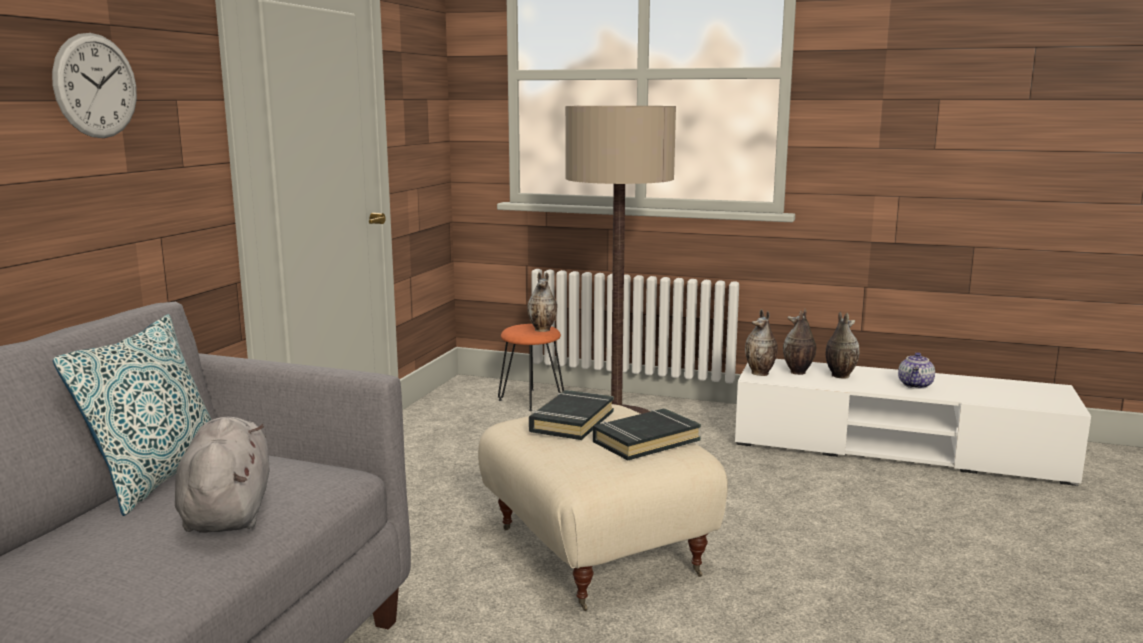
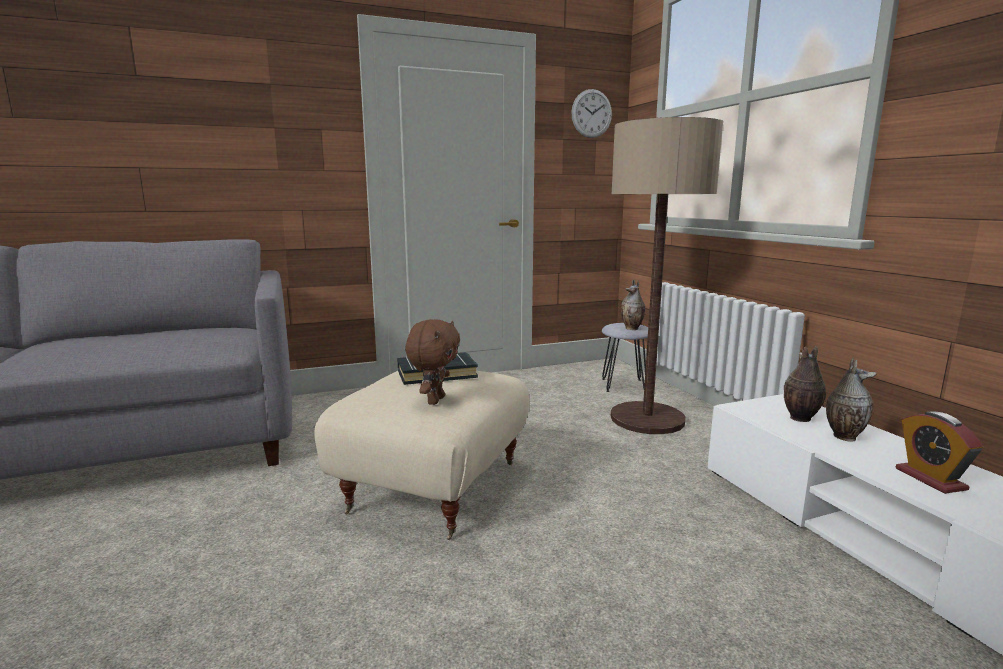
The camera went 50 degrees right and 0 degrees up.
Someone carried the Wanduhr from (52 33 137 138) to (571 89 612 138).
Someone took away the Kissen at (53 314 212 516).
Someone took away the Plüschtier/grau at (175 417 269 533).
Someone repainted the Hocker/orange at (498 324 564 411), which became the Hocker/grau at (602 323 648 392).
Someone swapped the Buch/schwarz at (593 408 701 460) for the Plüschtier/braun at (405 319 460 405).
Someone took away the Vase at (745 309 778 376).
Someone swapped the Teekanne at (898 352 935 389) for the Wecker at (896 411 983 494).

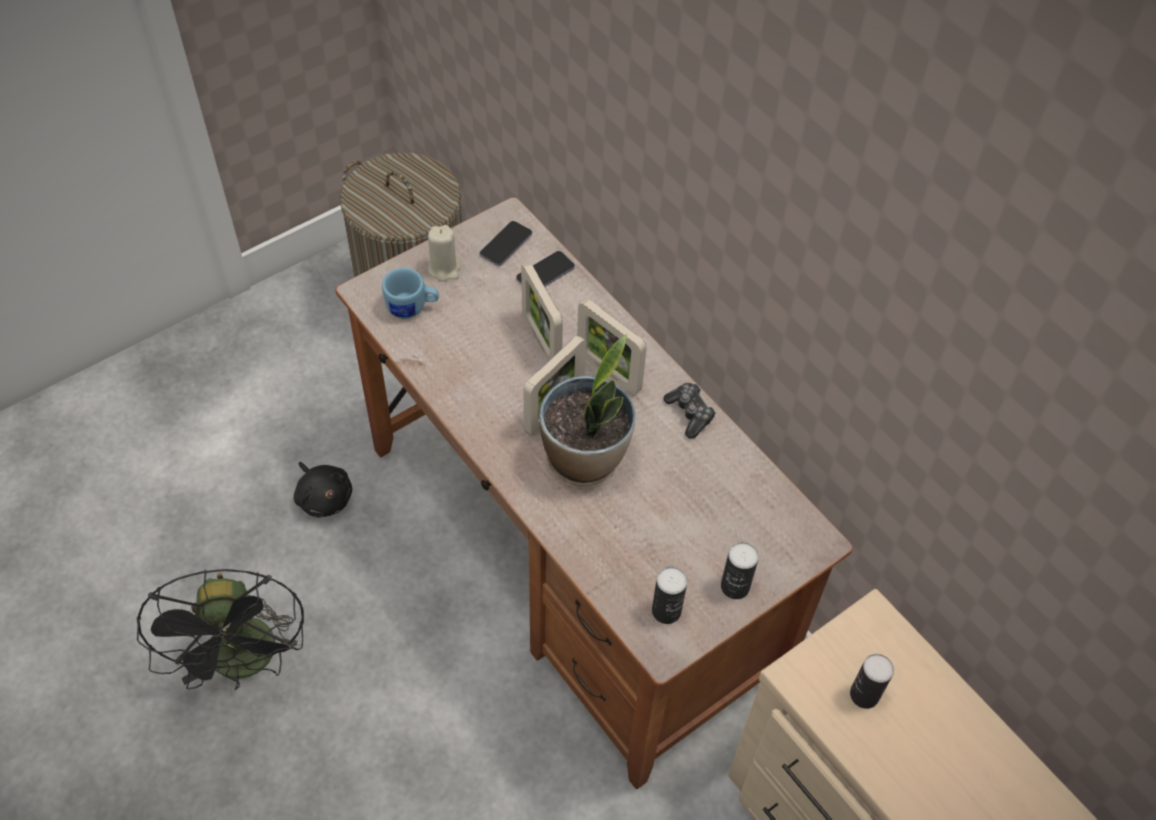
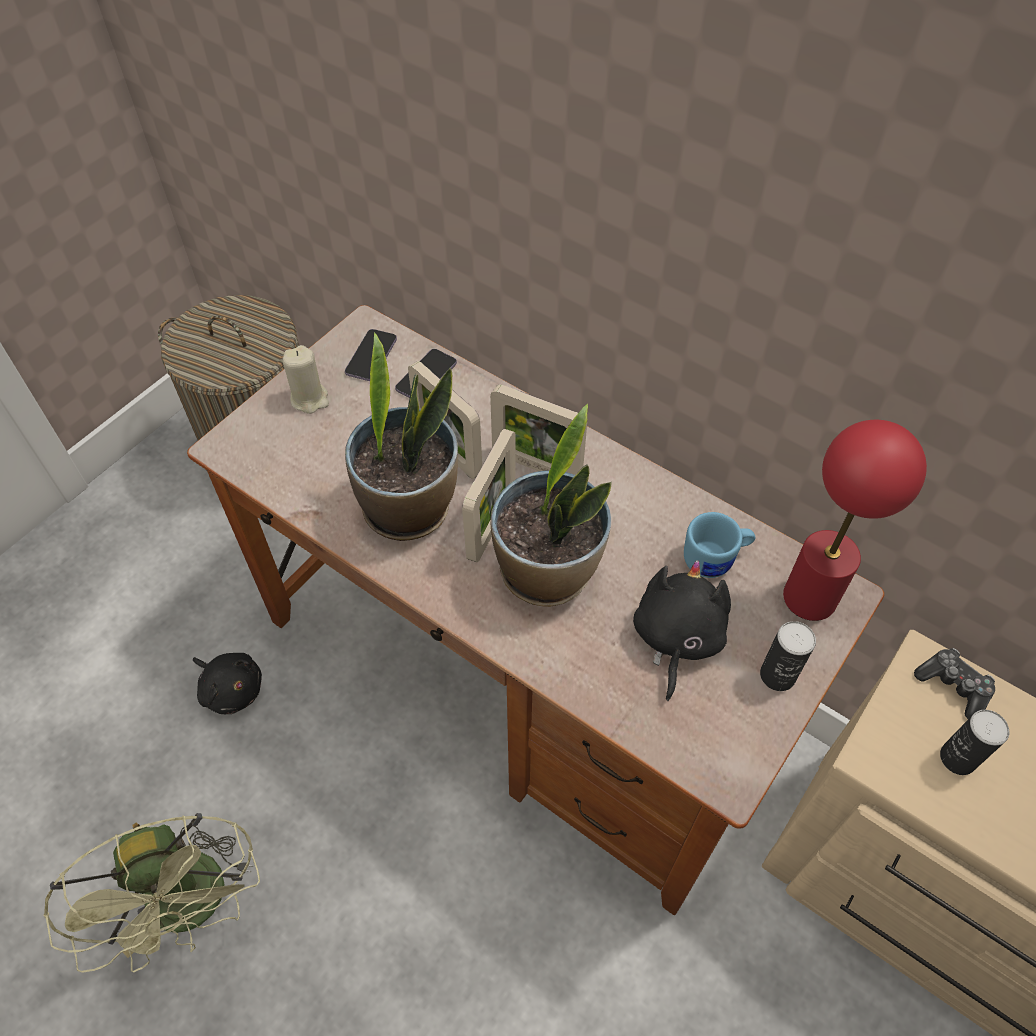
The camera went 15 degrees left and 0 degrees up.
Someone repainted the Ventilator/schwarz at (136 569 304 690), which became the Ventilator/grün at (43 813 260 973).
Someone carried the Henkelbecher/blau from (382 268 439 319) to (684 512 755 578).
Someone took away the Dose at (652 567 687 624).
Someone carried the Gamepad from (663 383 716 439) to (914 648 995 719).
Someone put down the Topfpflanze at (345 332 458 541).
Someone put down the Plüschtier/schwarz at (633 560 731 701).
Someone put down the Tischlampe/rot at (783 420 927 621).

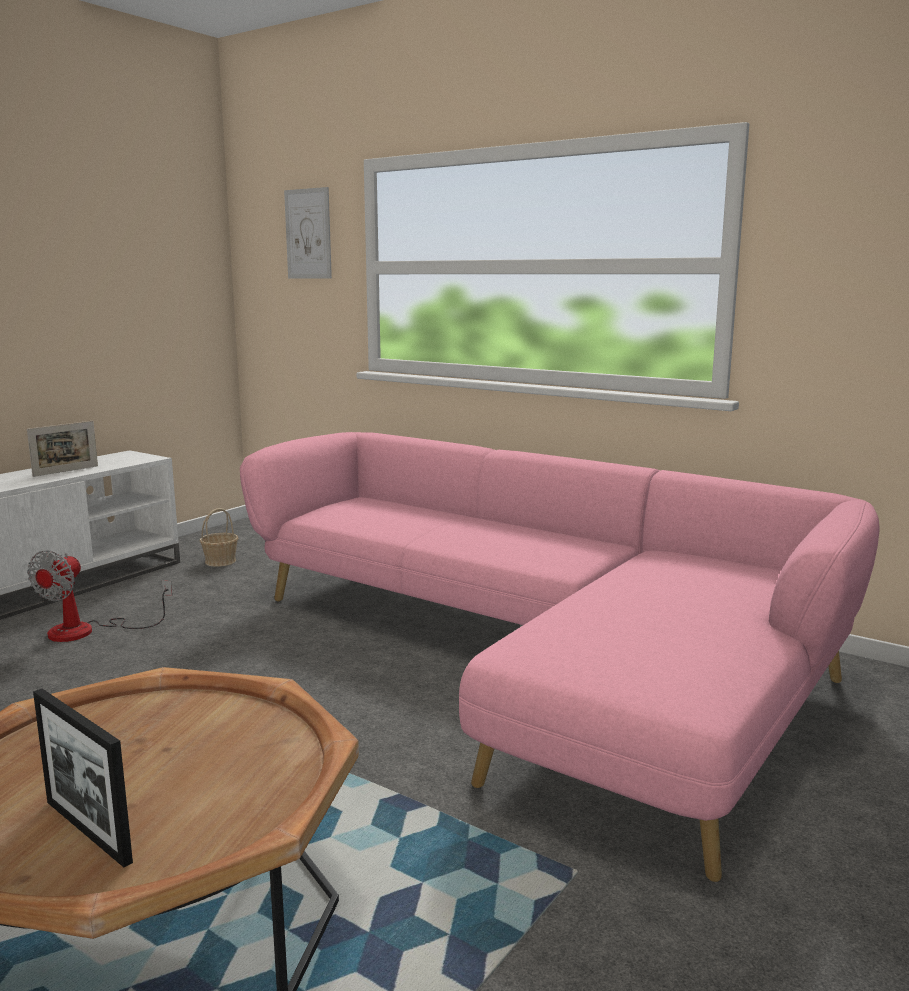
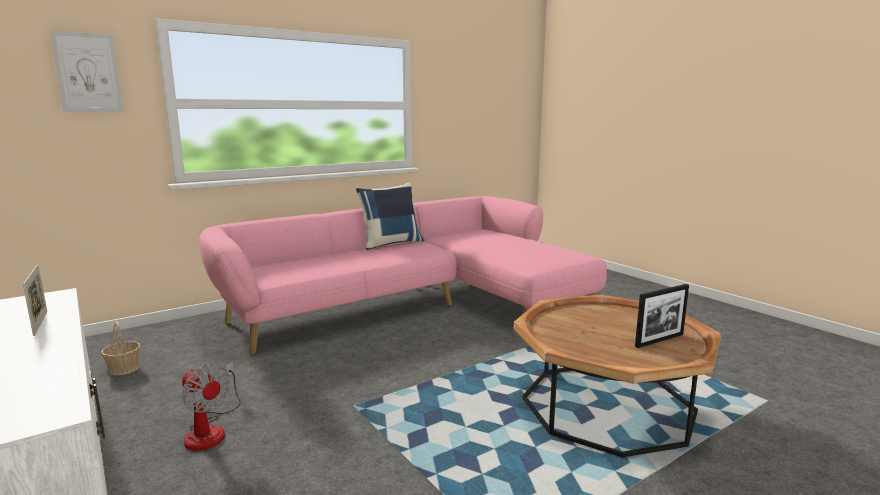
The camera went 70 degrees left and 0 degrees up.
Someone put down the Kissen/blau at (356 183 424 250).

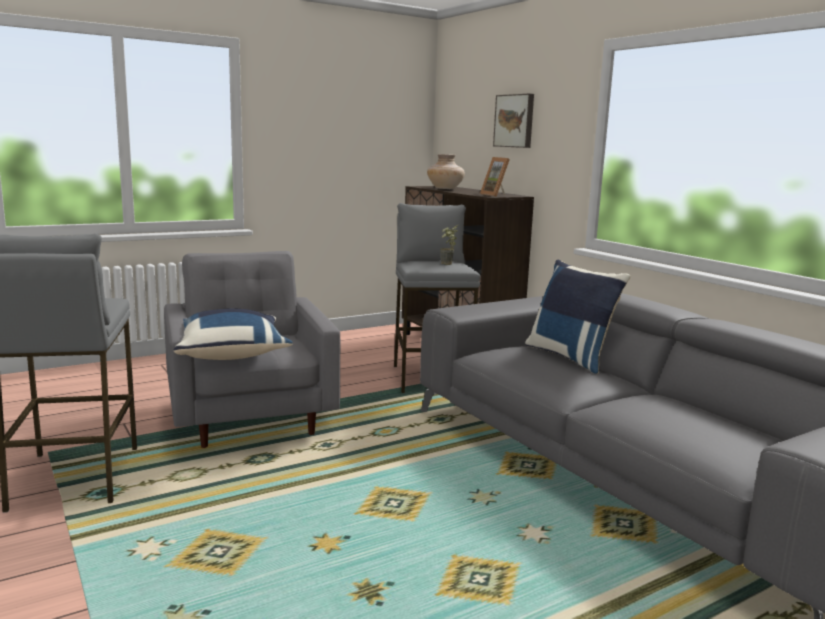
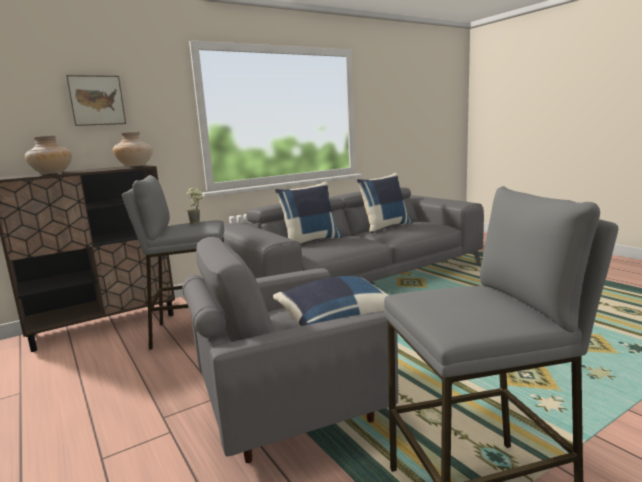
The camera went 90 degrees left and 0 degrees up.
Someone swapped the Bilderrahmen at (480 157 510 197) for the Vase/beige at (113 132 153 167).
Someone put down the Kissen/blau at (357 173 412 233).

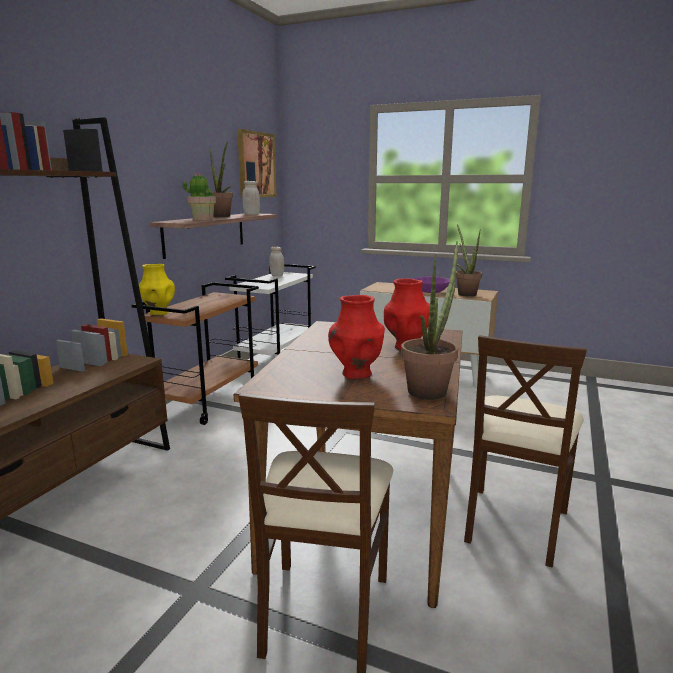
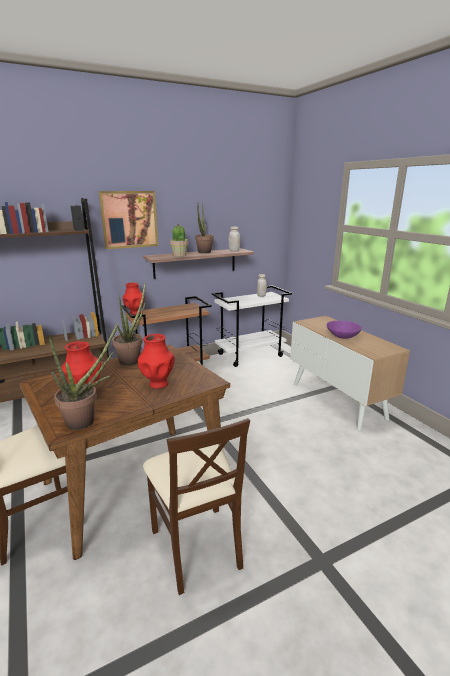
The camera went 40 degrees right and 5 degrees up.
Someone repainted the Vase/gelb at (139 264 175 316), which became the Vase/rot at (123 282 145 315).
Someone carried the Bild from (237 129 277 198) to (99 191 158 249).
Someone carried the Topfpflanze from (455 225 482 297) to (112 281 146 366).
Someone rotated the Stuhl/beige at (464 335 587 568) by 90 degrees counterclockwise.

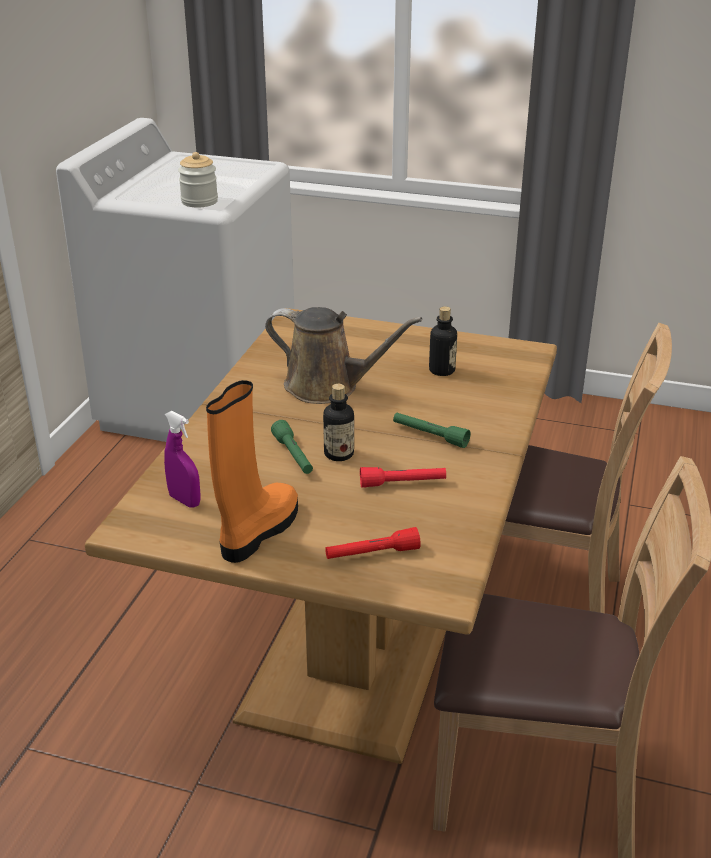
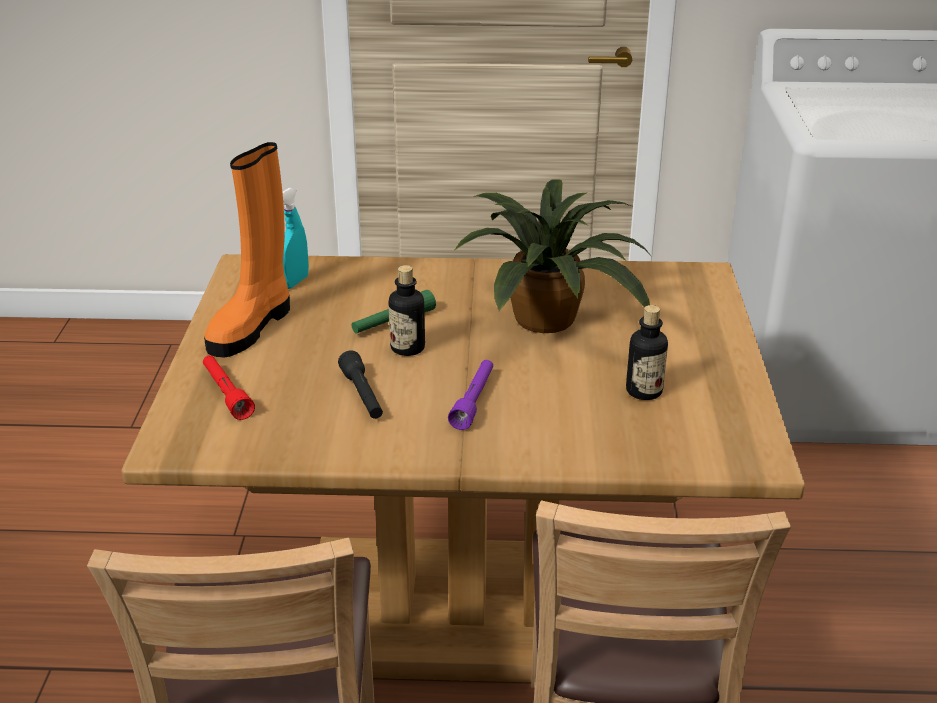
The camera went 75 degrees right and 0 degrees up.
Someone repainted the Sprühflasche/lila at (164 411 201 508), which became the Sprühflasche/türkis at (283 188 309 289).
Someone took away the Vorratsglas at (178 152 218 207).
Someone rotated the Stiefel/orange at (206 380 298 563) by 105 degrees clockwise.
Someone swapped the Gießkanne/braun at (265 307 422 404) for the Topfpflanze at (455 180 653 333).
Someone repainted the Taschenlampe/rot at (360 467 446 488), which became the Taschenlampe/schwarz at (338 350 383 419).
Someone repainted the Taschenlampe/grün at (393 413 471 448), which became the Taschenlampe/lila at (448 360 493 430).

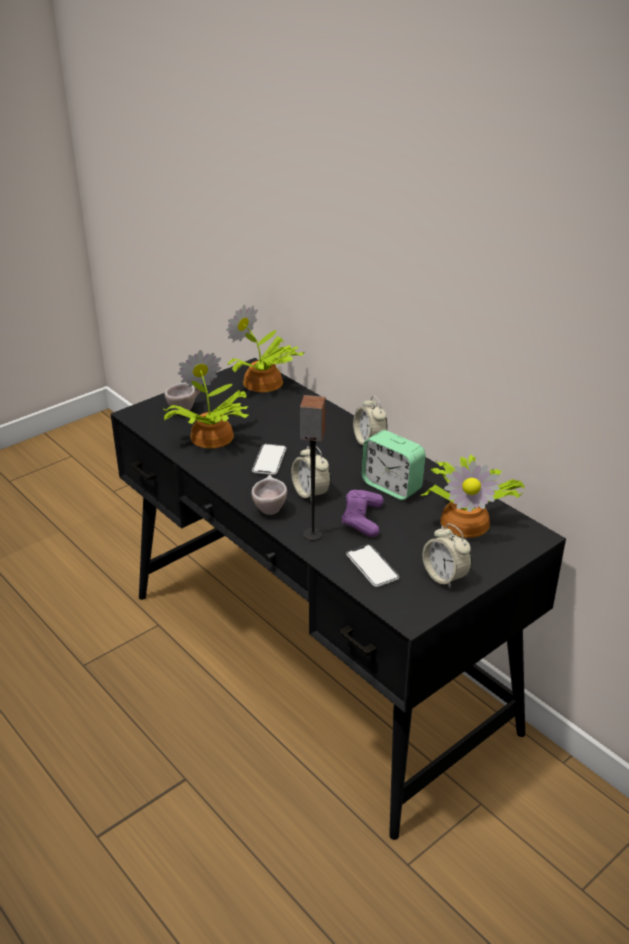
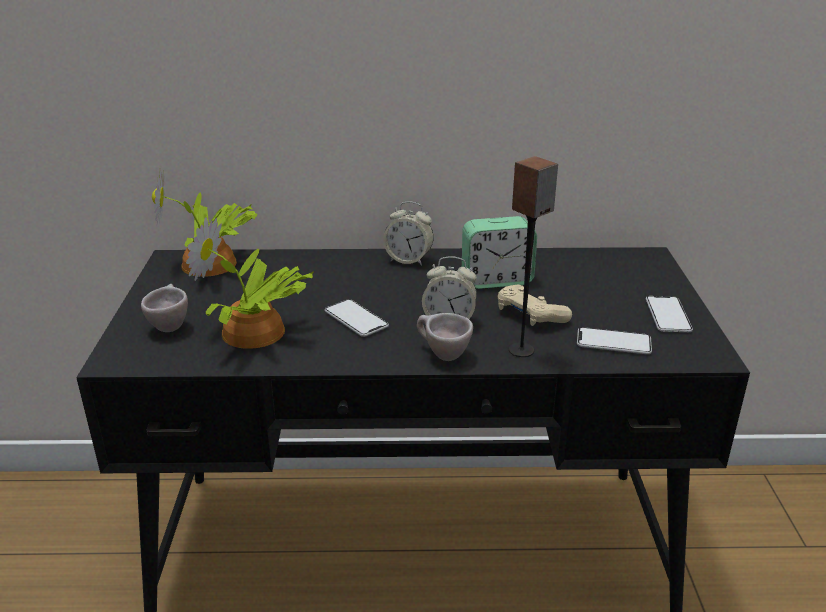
The camera went 50 degrees left and 5 degrees down.
Someone repainted the Gamepad/lila at (342 490 384 537), which became the Gamepad/beige at (498 285 572 326).
Someone took away the Topfpflanze at (421 454 525 538).
Someone swapped the Wecker at (423 524 472 589) for the Handy at (646 296 693 332).

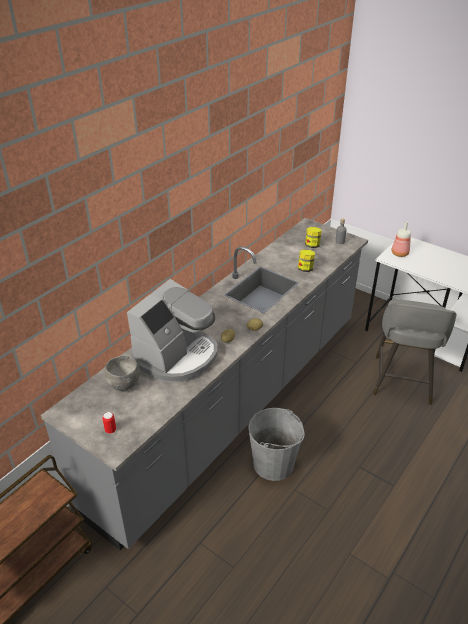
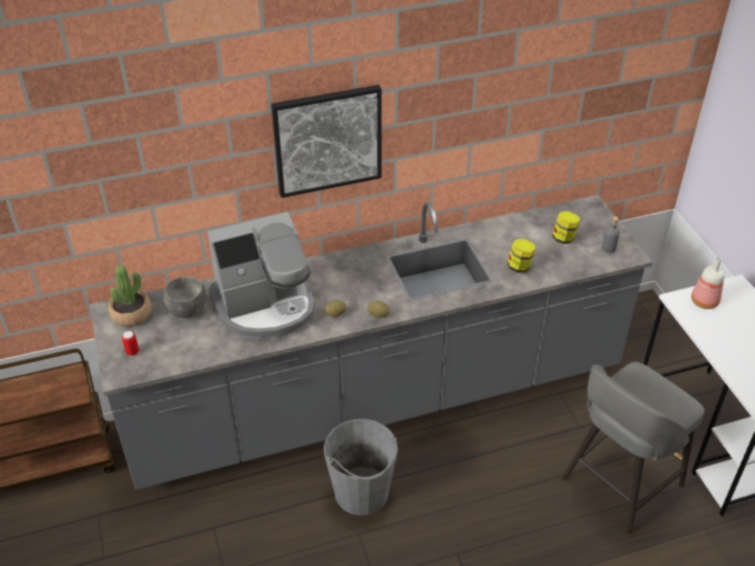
The camera went 35 degrees right and 5 degrees up.
Someone put down the Topfpflanze at (108 265 151 327).
Someone put up the Bild at (271 85 382 198).

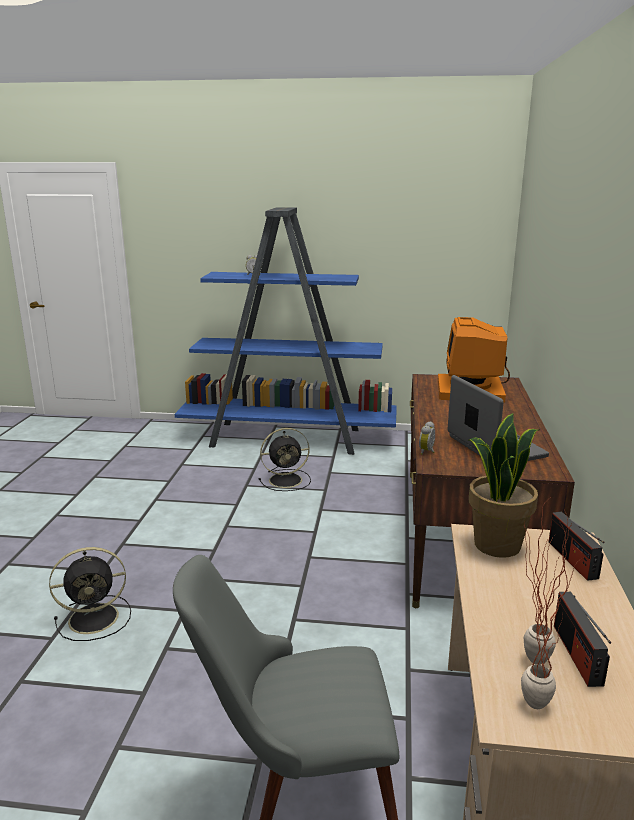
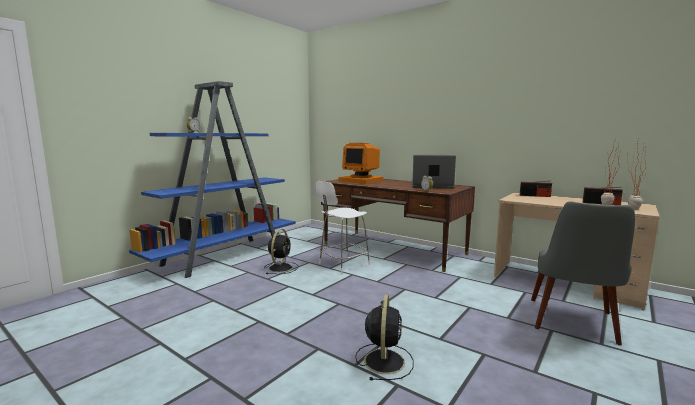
The camera went 60 degrees left and 10 degrees down.
Someone took away the Topfpflanze at (468 413 539 558).
Someone put down the Hocker/weiß at (315 181 370 273).

